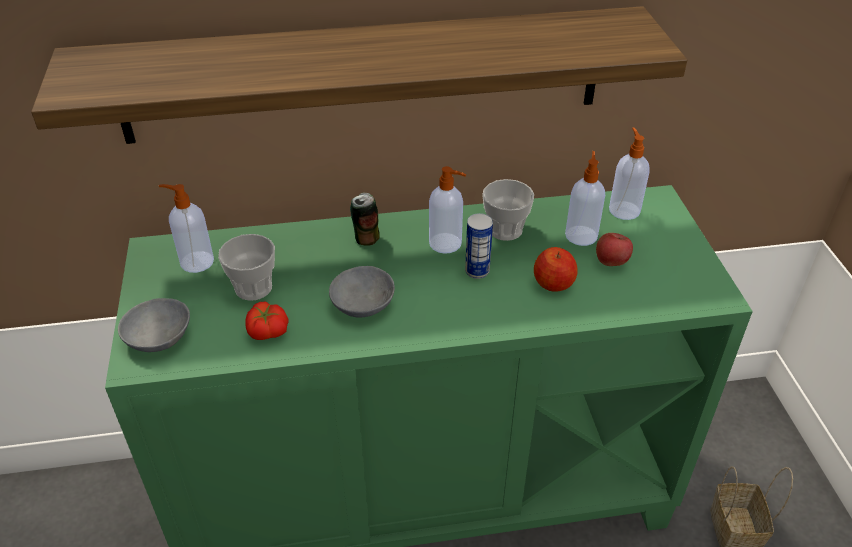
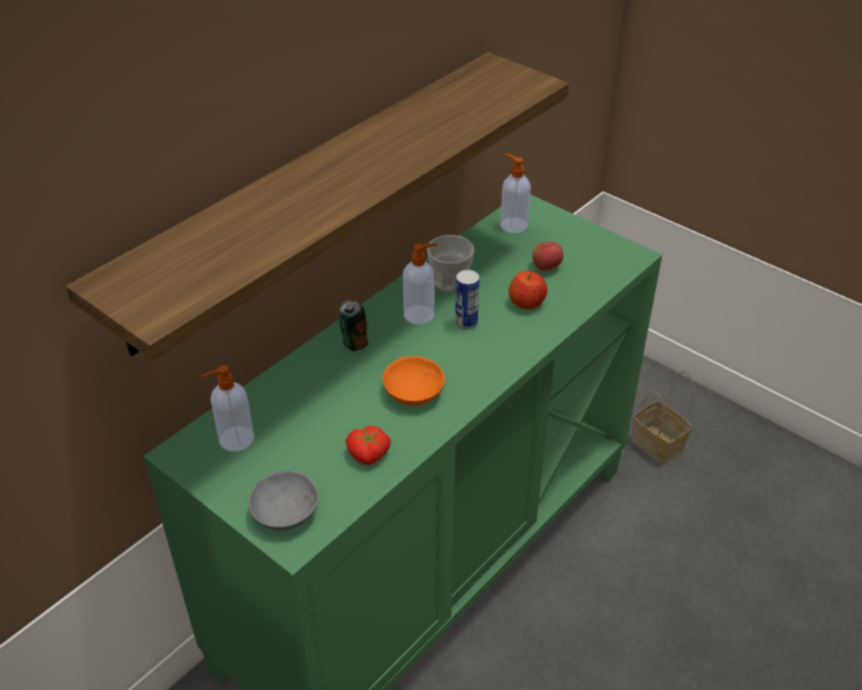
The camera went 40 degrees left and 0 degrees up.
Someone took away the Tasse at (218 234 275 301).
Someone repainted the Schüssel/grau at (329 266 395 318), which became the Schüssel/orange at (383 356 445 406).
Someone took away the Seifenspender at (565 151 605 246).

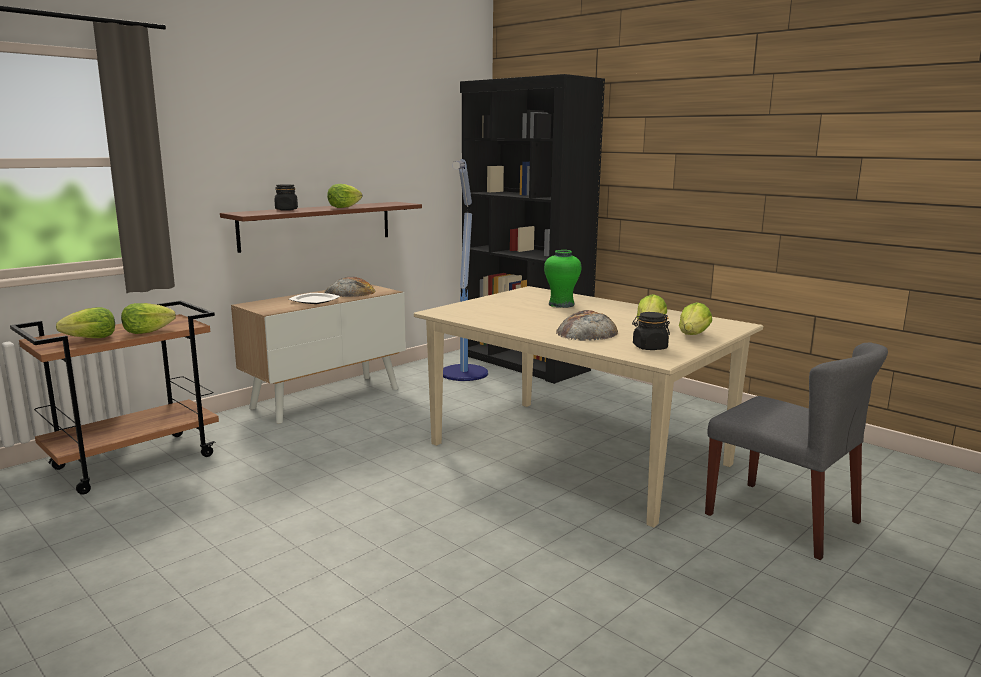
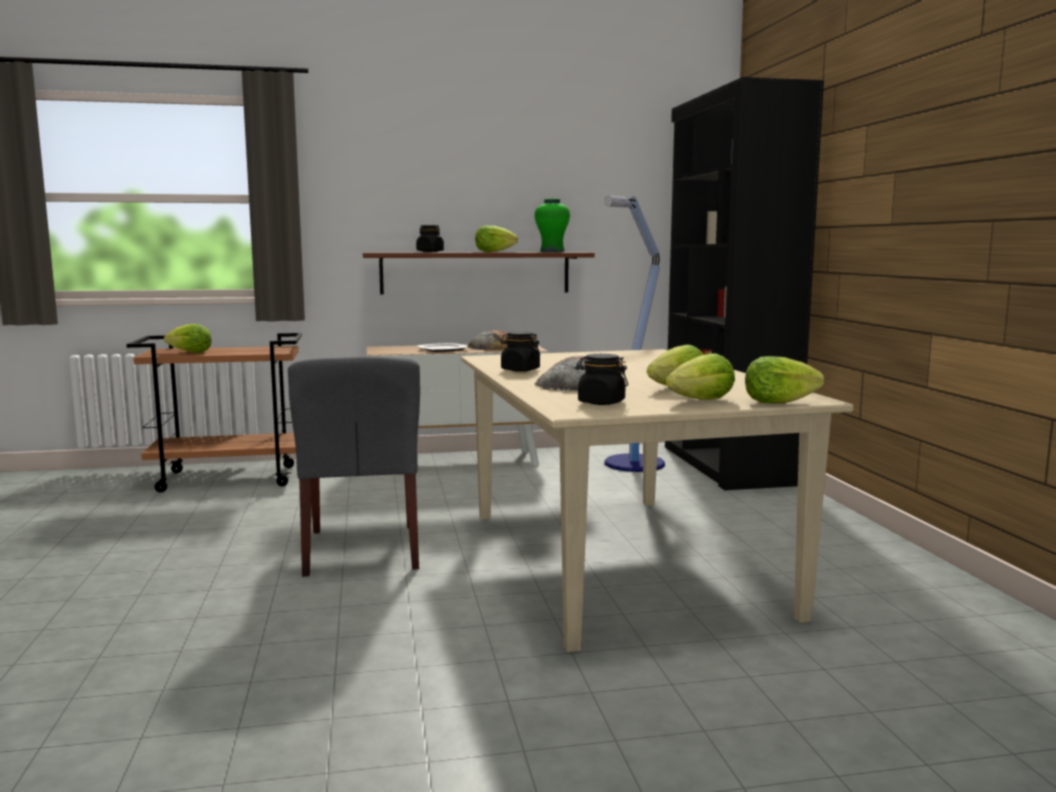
The camera went 35 degrees right and 5 degrees down.
Someone carried the Salatkopf from (121 303 176 334) to (745 356 824 403).
Someone carried the Vase/grün from (544 250 582 308) to (535 199 570 252).
Someone carried the Stuhl/grau from (705 342 888 560) to (288 357 420 577).
Someone put down the Vorratsglas/schwarz at (501 331 540 372).

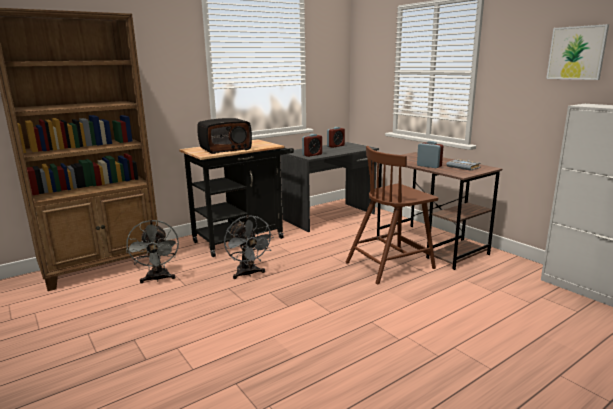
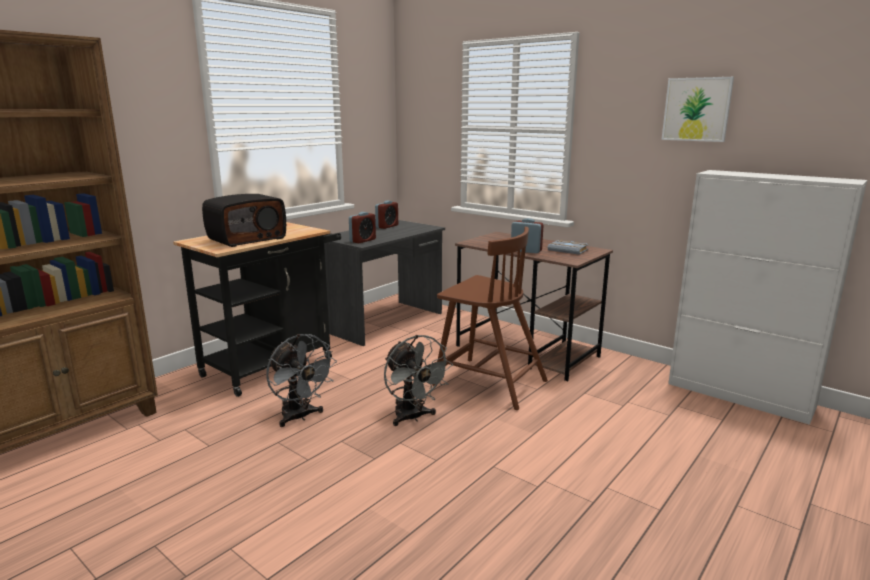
The camera went 15 degrees left and 0 degrees up.
Someone carried the Ventilator/grau from (126 220 179 283) to (384 335 453 426).
Someone rotated the Stuhl/braun at (346 146 438 284) by 105 degrees counterclockwise.

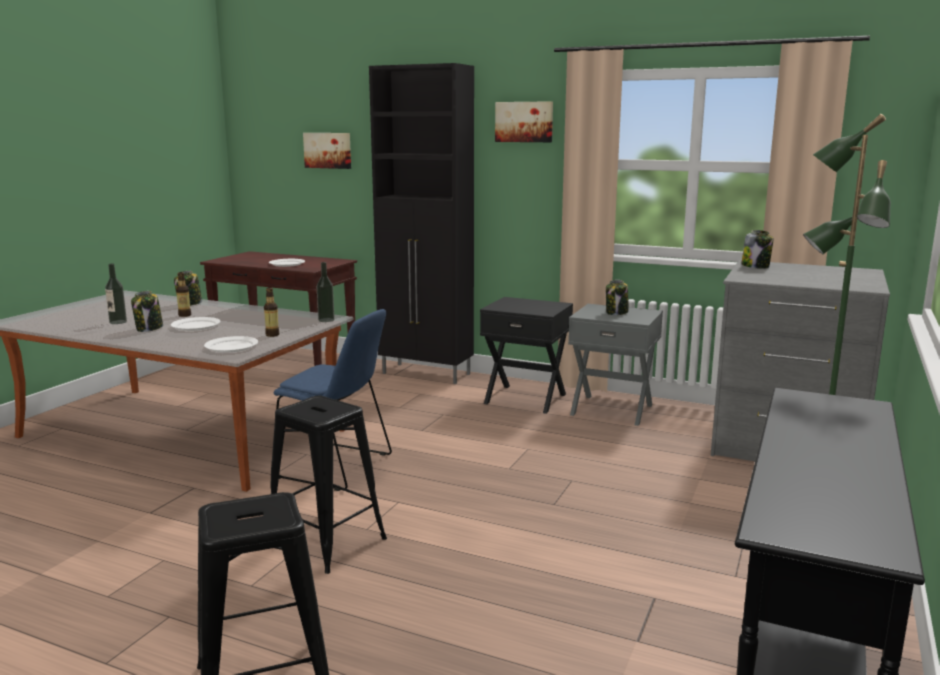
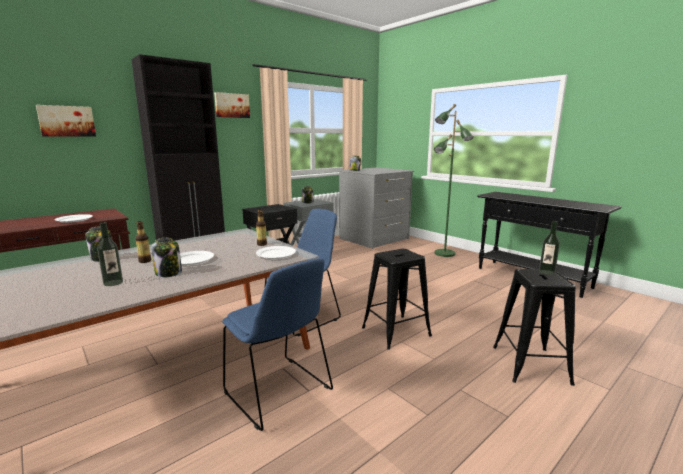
The camera went 65 degrees left and 0 degrees up.
Someone carried the Flasche from (317 262 335 322) to (539 221 560 275).
Someone put down the Stuhl/blau at (222 258 333 431).

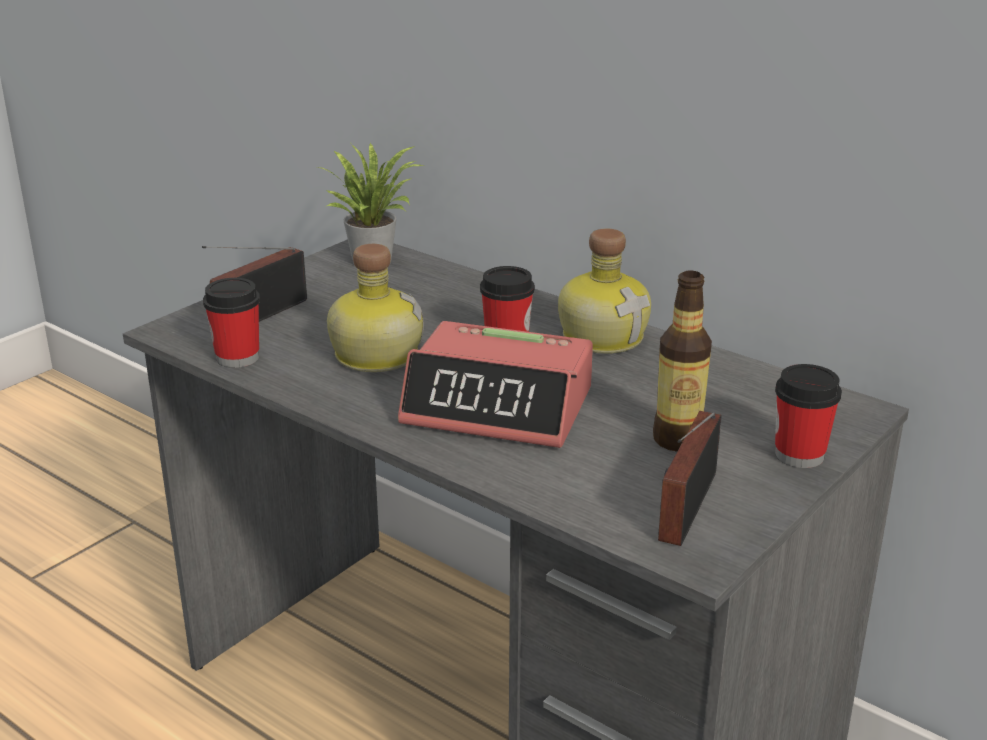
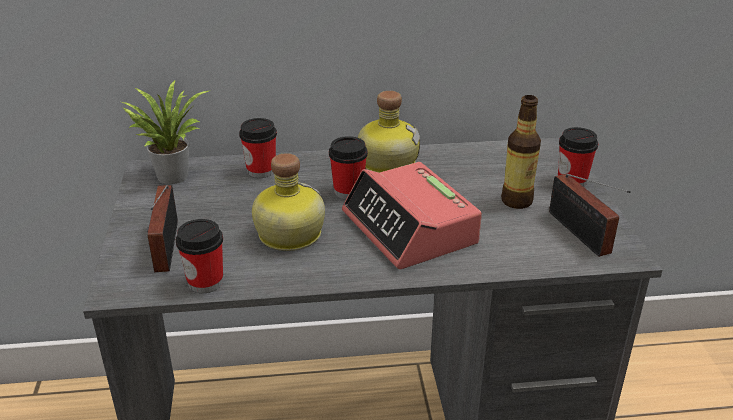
The camera went 45 degrees left and 5 degrees up.
Someone rotated the Wecker at (398 321 593 448) by 90 degrees clockwise.
Someone put down the Tasse at (239 118 277 178).

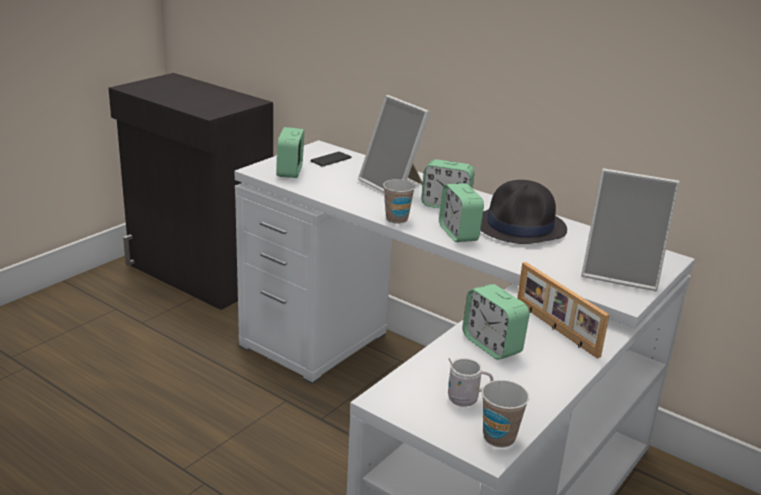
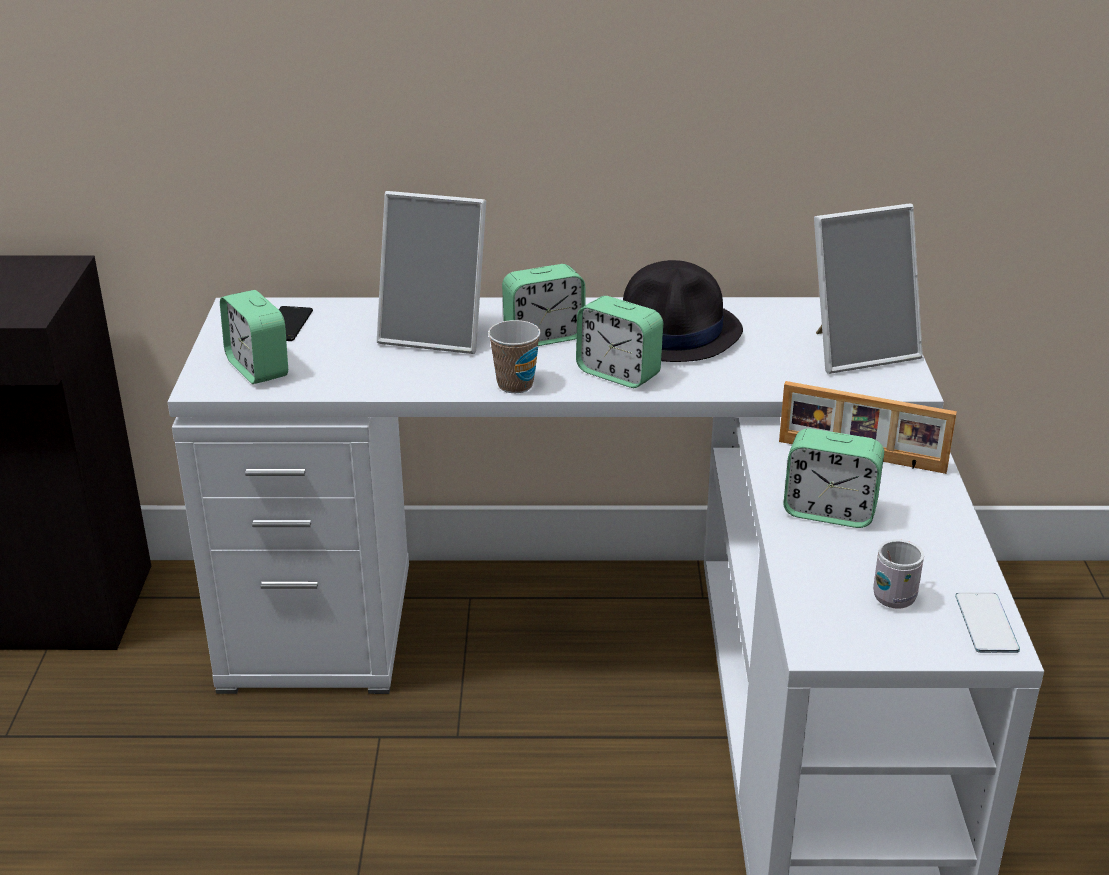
The camera went 35 degrees left and 5 degrees up.
Someone swapped the Tasse at (482 380 530 448) for the Handy at (955 593 1020 653).

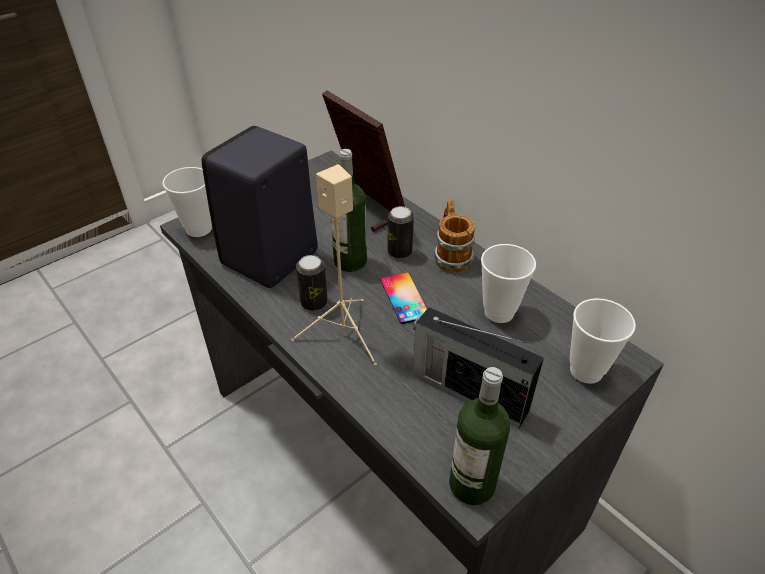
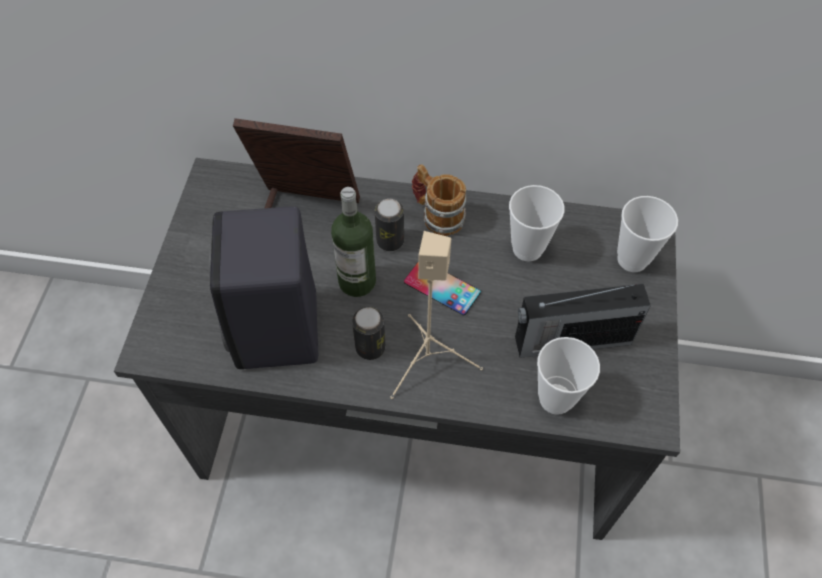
The camera went 40 degrees left and 15 degrees up.
Someone carried the Tasse from (163 167 212 237) to (537 337 600 415).
Someone took away the Flasche at (449 367 510 505).

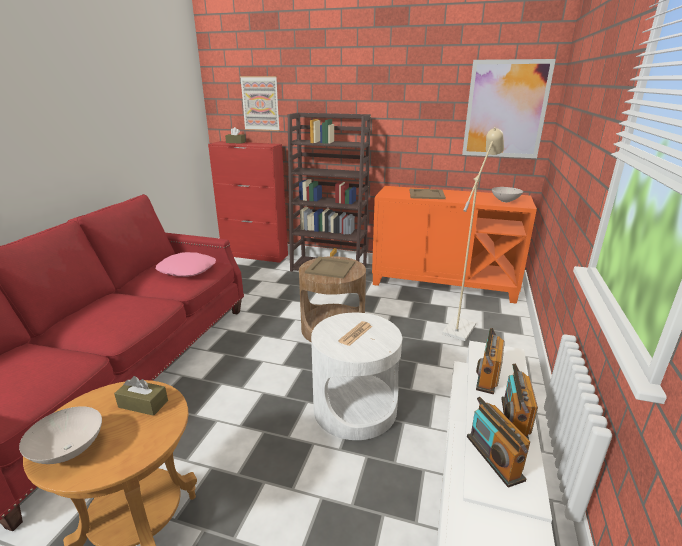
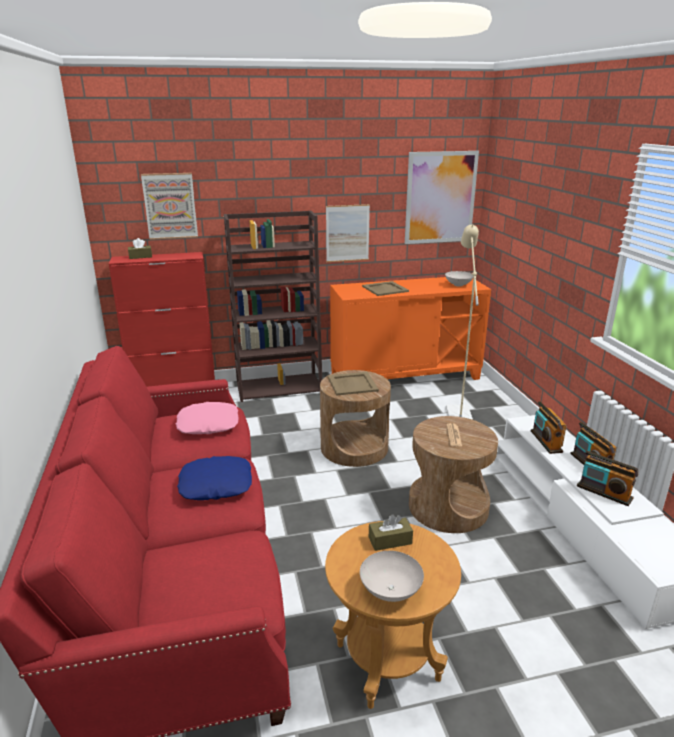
The camera went 30 degrees left and 0 degrees up.
Someone repainted the Beistelltisch/weiß at (311 313 402 440), which became the Beistelltisch/braun at (409 416 498 533).
Someone put down the Kissen/blau at (177 456 252 500).
Someone put up the Bild at (326 204 370 262).

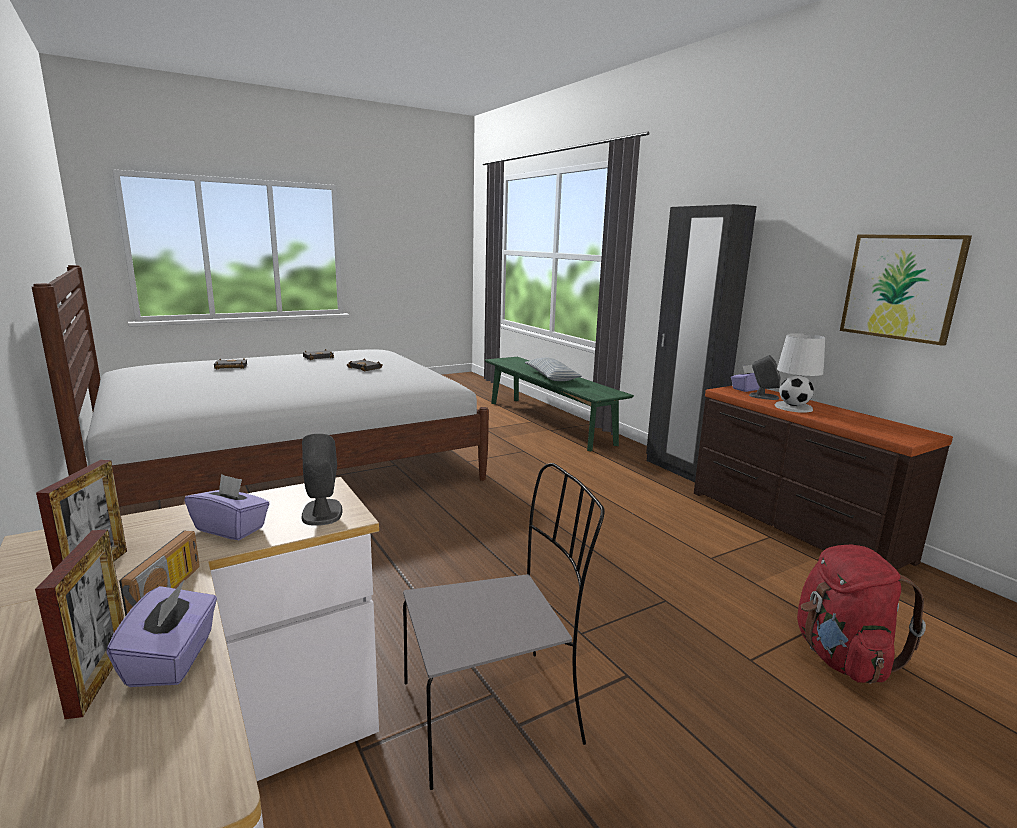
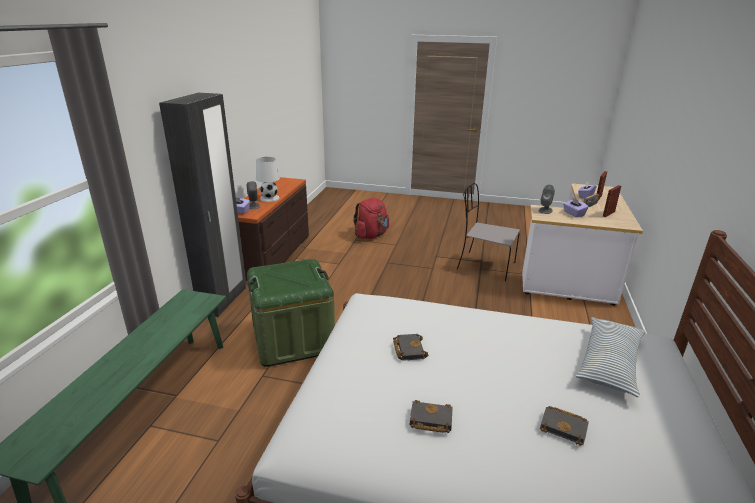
The camera went 135 degrees left and 10 degrees up.
Someone carried the Kissen from (525 357 582 381) to (575 317 645 397).
Someone took away the Bild at (840 234 972 346).
Someone put down the Aufbewahrungsbox/grün at (247 259 335 367).

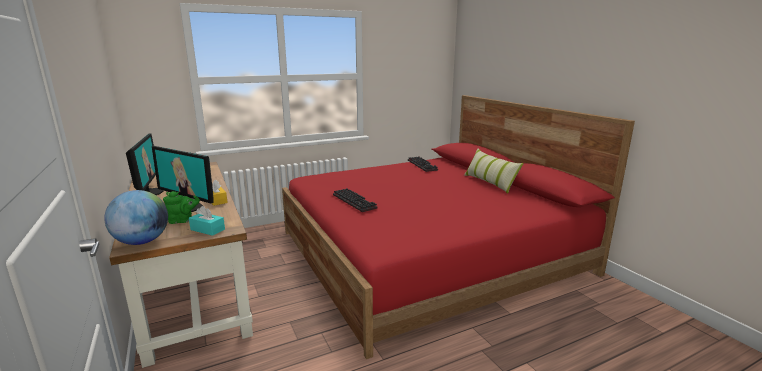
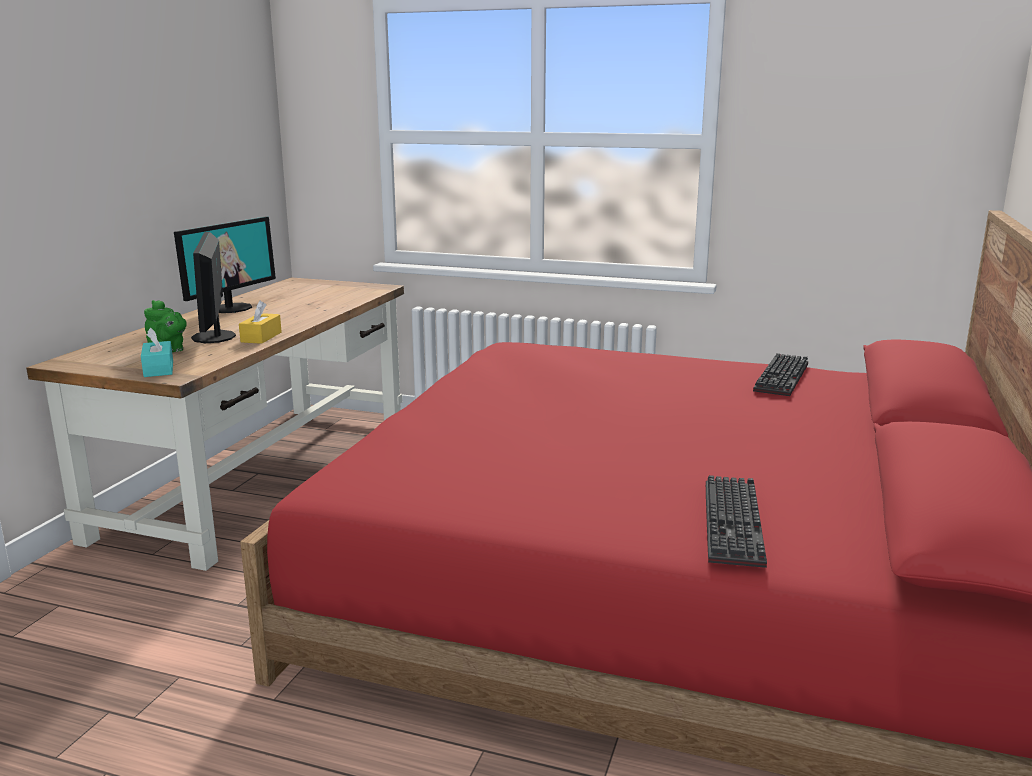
The camera went 45 degrees right and 0 degrees up.
Someone took away the Globus at (104 190 168 245).
Someone carried the Tastatur from (333 188 378 212) to (706 475 767 568).
Someone took away the Kissen at (464 149 524 194).

